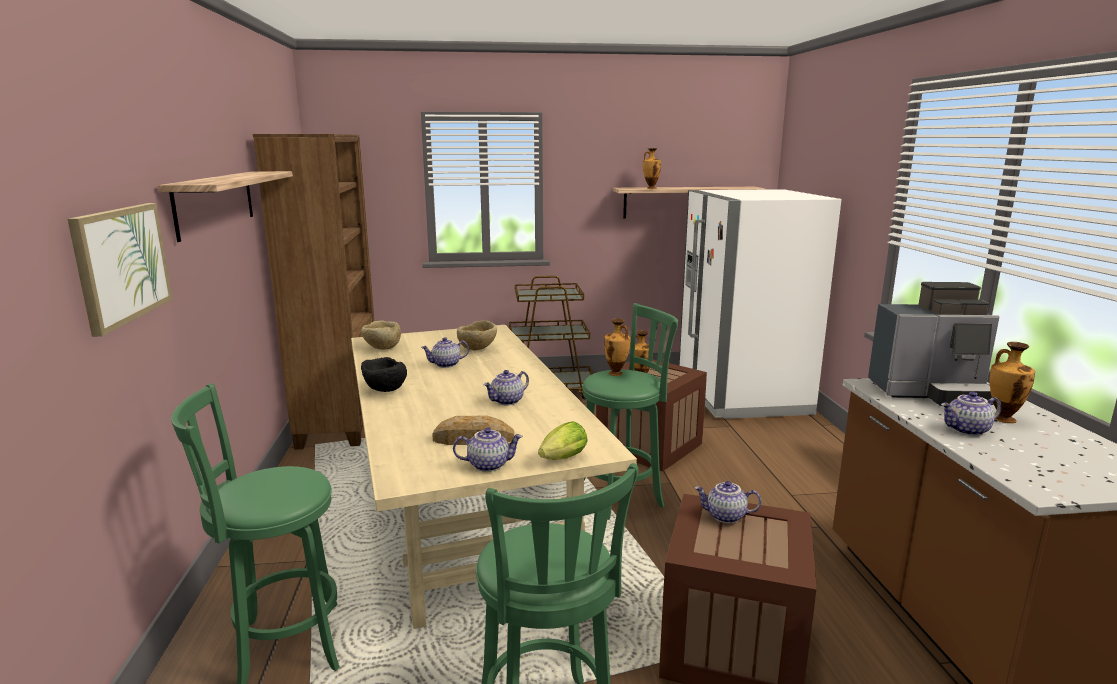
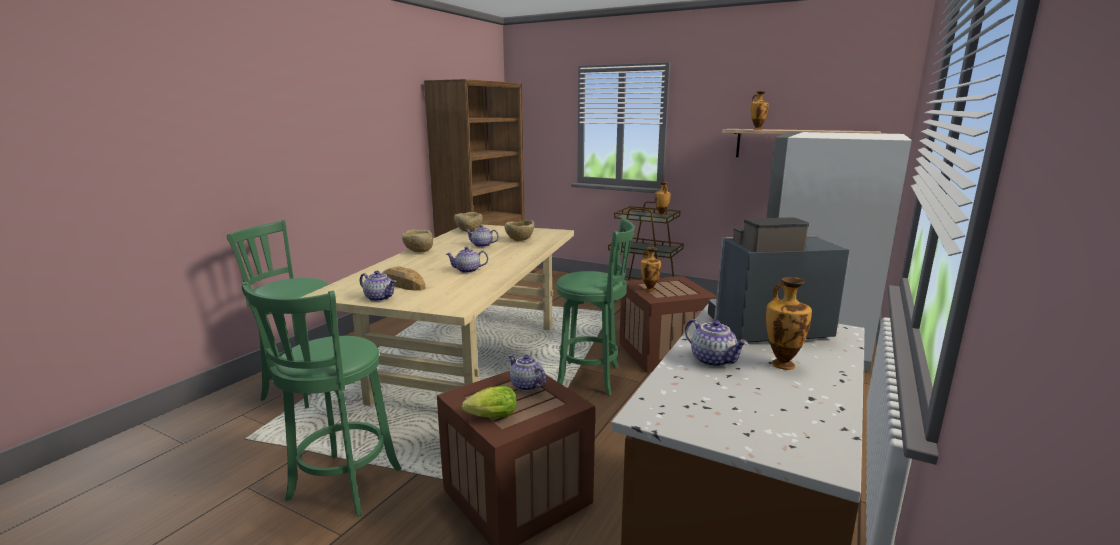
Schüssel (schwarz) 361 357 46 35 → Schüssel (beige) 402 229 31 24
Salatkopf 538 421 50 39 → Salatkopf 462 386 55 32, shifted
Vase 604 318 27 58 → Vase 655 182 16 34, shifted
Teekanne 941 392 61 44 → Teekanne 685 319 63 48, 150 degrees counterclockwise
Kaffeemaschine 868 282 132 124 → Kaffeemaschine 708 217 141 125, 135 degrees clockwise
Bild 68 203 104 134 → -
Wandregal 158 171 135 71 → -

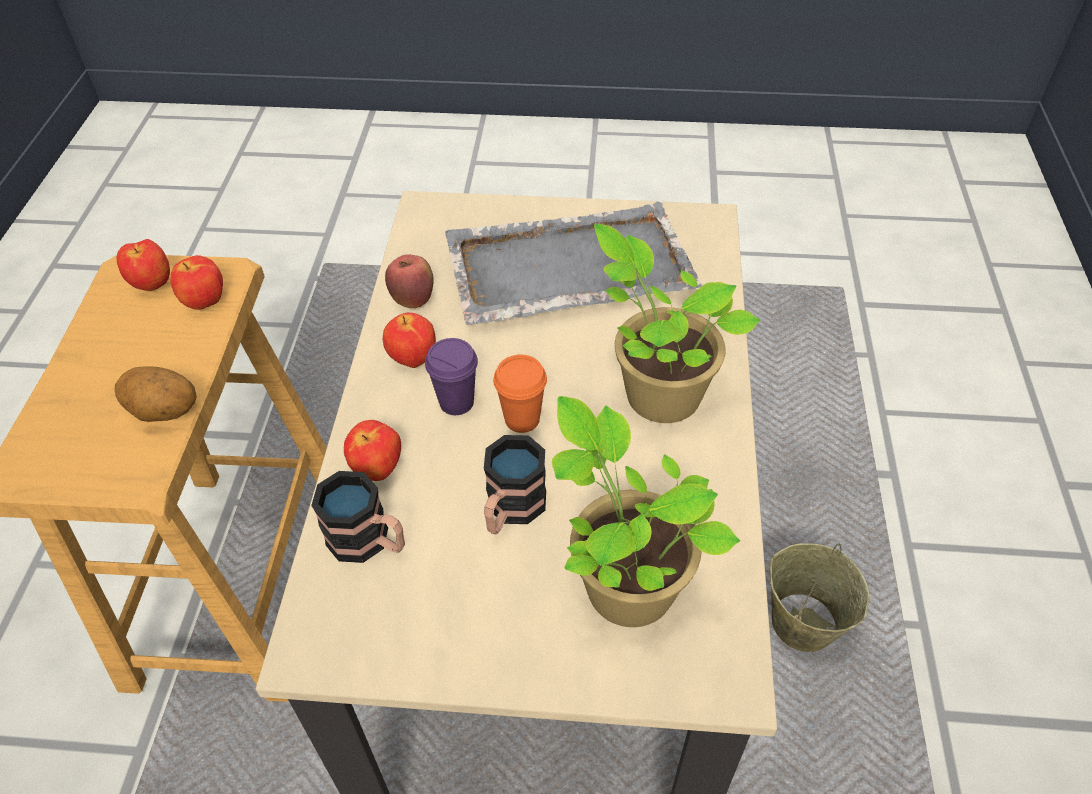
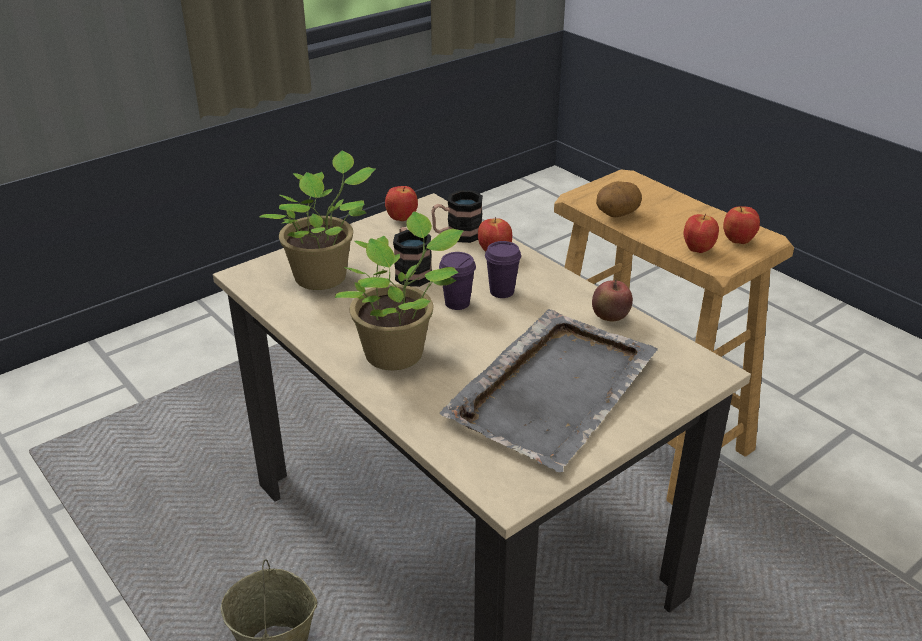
Apfel 383 312 53 56 → Apfel 385 186 33 35, shifted
Tasse (orange) 493 355 54 78 → Tasse (lila) 439 252 37 58

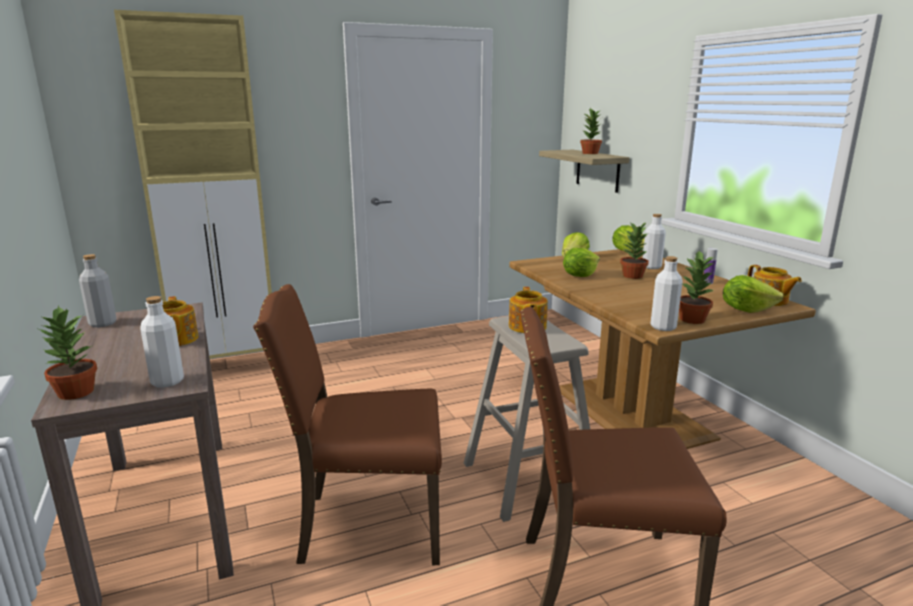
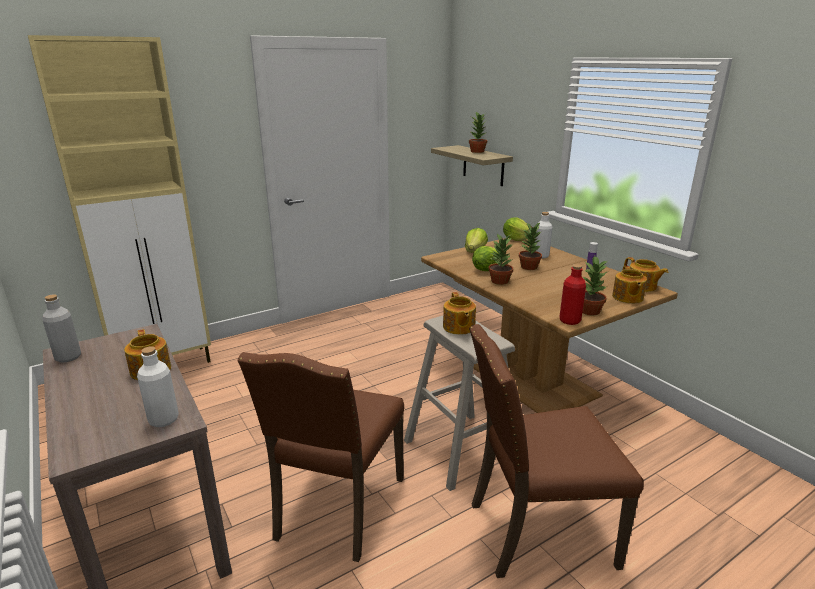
Stuhl (braun) 253 284 189 281 → Stuhl (braun) 238 352 166 210, 60 degrees counterclockwise
Topfpflanze 39 305 58 95 → Topfpflanze 489 234 24 51, shifted
Flasche (weiß) 650 256 33 75 → Flasche (rot) 560 264 26 61
Salatkopf 723 275 61 38 → Teekanne 612 266 35 37

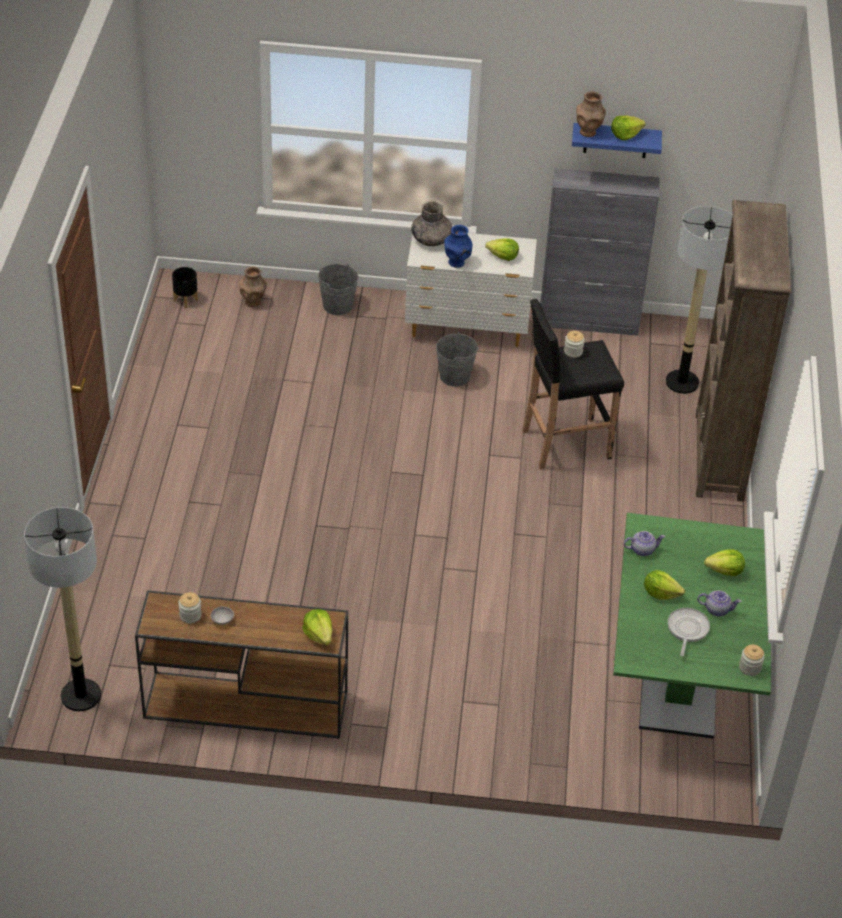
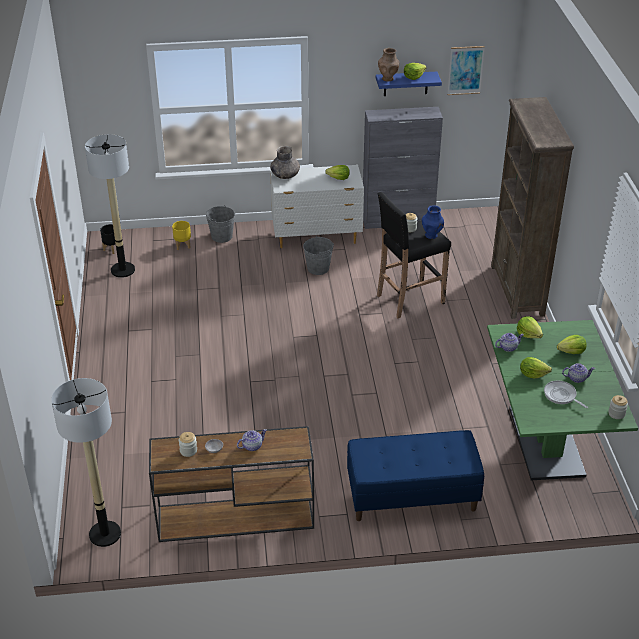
Stehlampe 666 206 67 188 → Stehlampe 85 134 50 144, shifted
- → Pflanzkübel (gelb) 172 221 19 29
- → Teekanne 237 429 30 22
- → Bank (blau) 347 430 137 91
Vase (blau) 444 225 29 43 → Vase (blau) 422 205 22 34, shifted
- → Bild 447 46 38 49
Salatkopf 302 609 31 36 → Salatkopf 517 316 26 22, shifted
Pfanne 667 608 43 48 → Pfanne 544 380 44 29, 45 degrees counterclockwise
Vase (braun) 239 266 28 41 → -

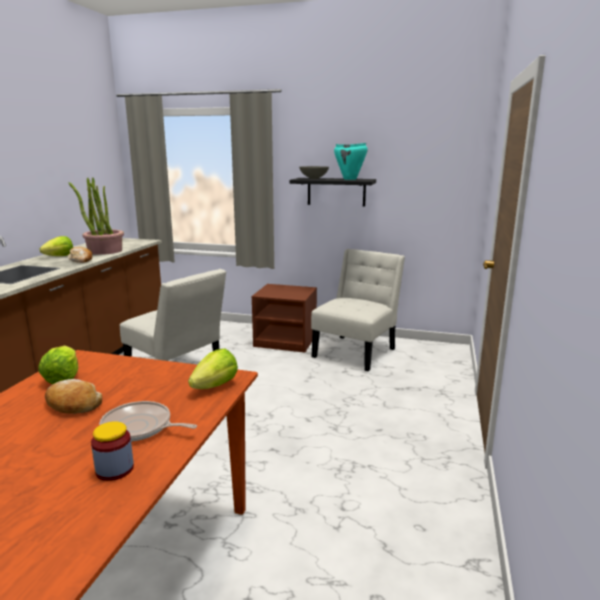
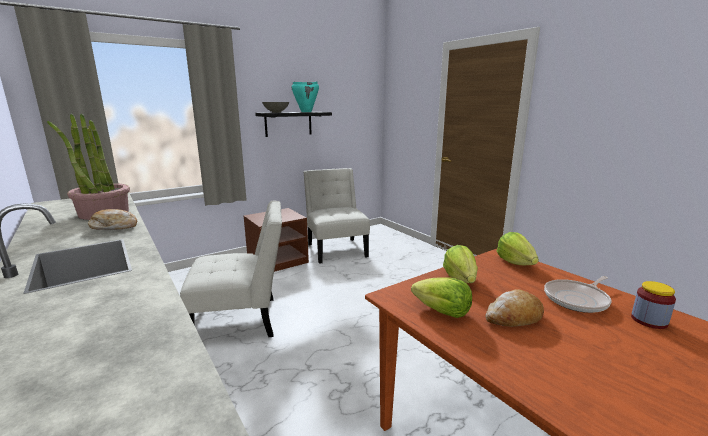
Salatkopf 40 236 33 20 → Salatkopf 443 245 35 38, shifted

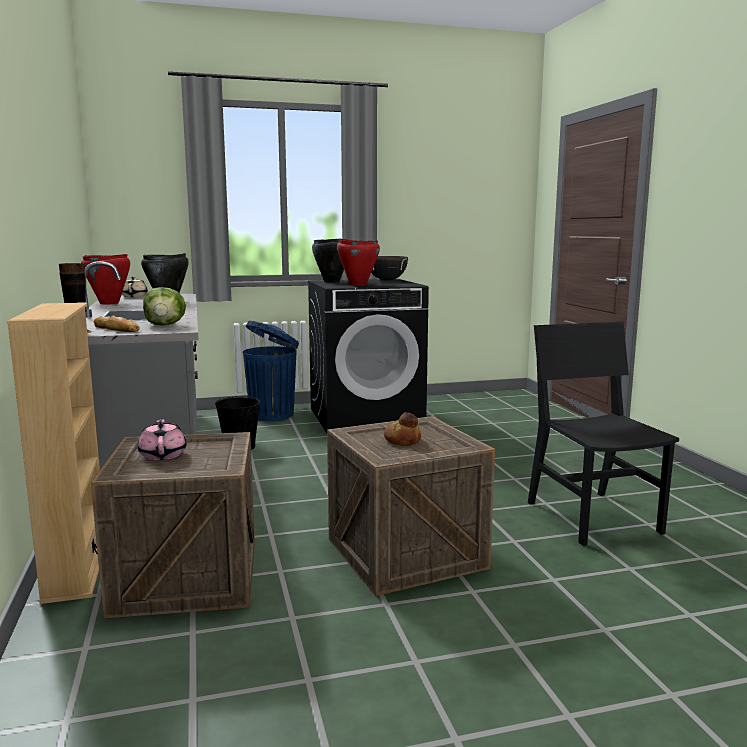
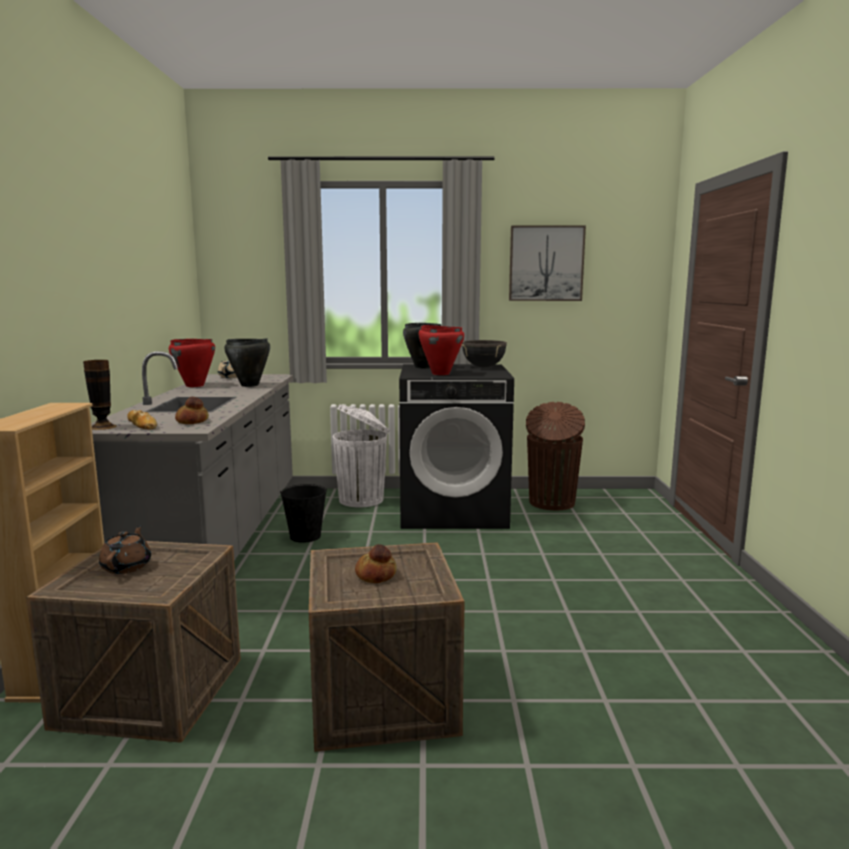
Teekanne (rosa) 138 417 48 43 → Teekanne (braun) 99 525 52 49
Salatkopf 143 287 43 39 → Brot 175 397 34 27
Mülleimer (blau) 243 321 56 100 → Mülleimer (weiß) 333 404 57 103
- → Bild 509 225 77 76
- → Mülleimer (braun) 526 402 59 108
Stuhl (schwarz) 528 322 151 224 → -

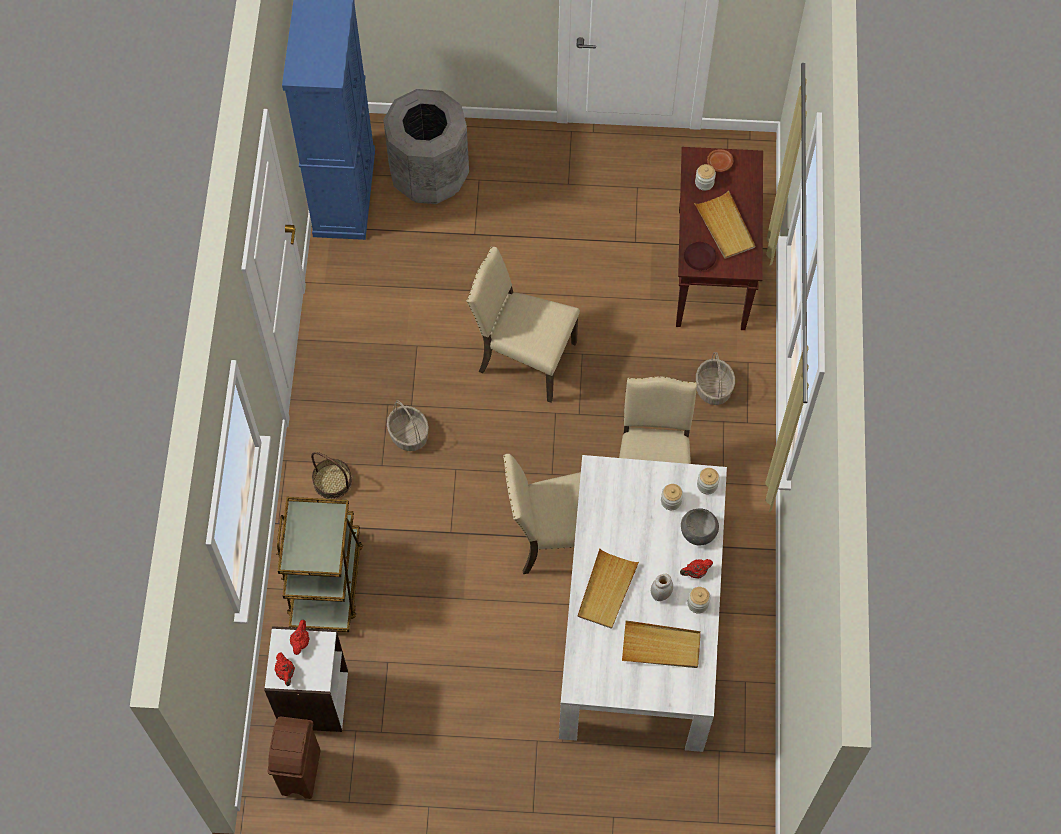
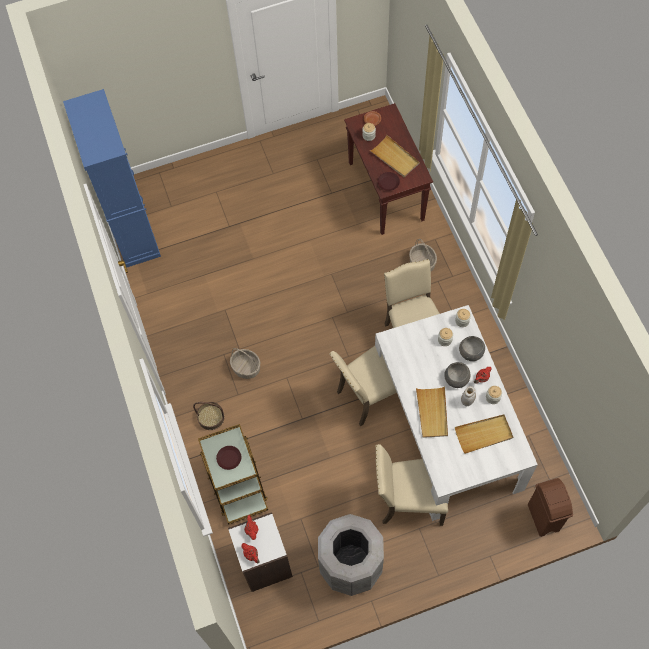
- → Teller (braun) 216 446 25 24
Mülleimer (grau) 383 89 86 115 → Mülleimer (grau) 318 514 66 82, shifted
Stuhl (beige) 467 247 113 156 → Stuhl (beige) 376 444 72 82, shifted
- → Schüssel (grau) 444 362 26 26
Mülleimer (braun) 268 716 52 83 → Mülleimer (braun) 528 478 45 59, shifted

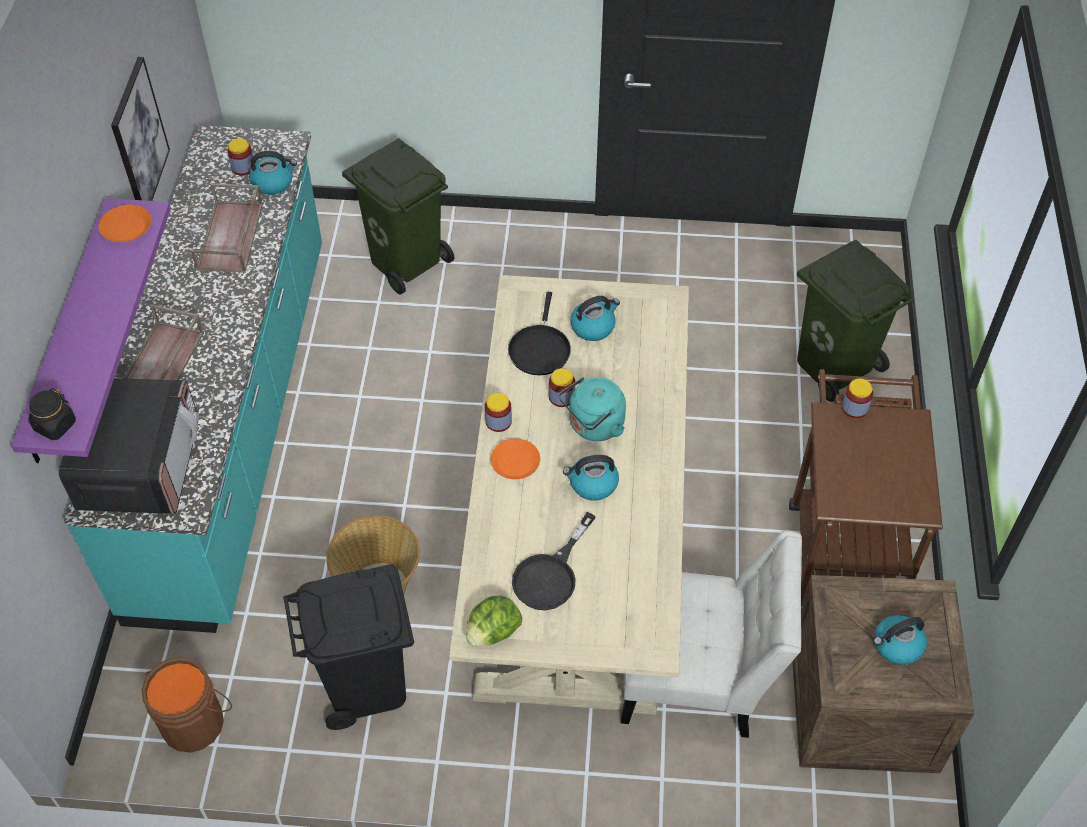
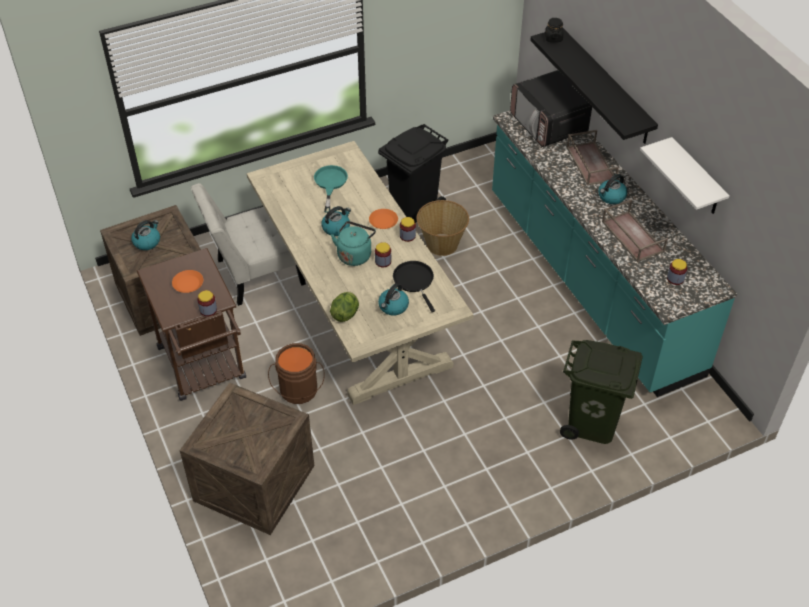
Teller (orange) 99 205 52 37 → Teller (orange) 172 270 31 23, shifted
Mülleimer (grün) 797 240 117 162 → Kiste 180 383 134 152
Eimer (braun) 142 657 90 96 → Eimer (braun) 268 343 57 61, shifted
Pfanne (schwarz) 512 512 84 98 → Pfanne (türkis) 314 165 34 48
Salatkopf 466 596 56 51 → Salatkopf 330 292 29 30, shifted
Wandregal (lila) 11 198 160 265 → Wandregal (schwarz) 530 28 128 116
Wasserkessel 249 151 48 44 → Wasserkessel 598 174 29 30, shifted
Bild 111 57 59 144 → Wandregal (weiß) 640 137 90 77

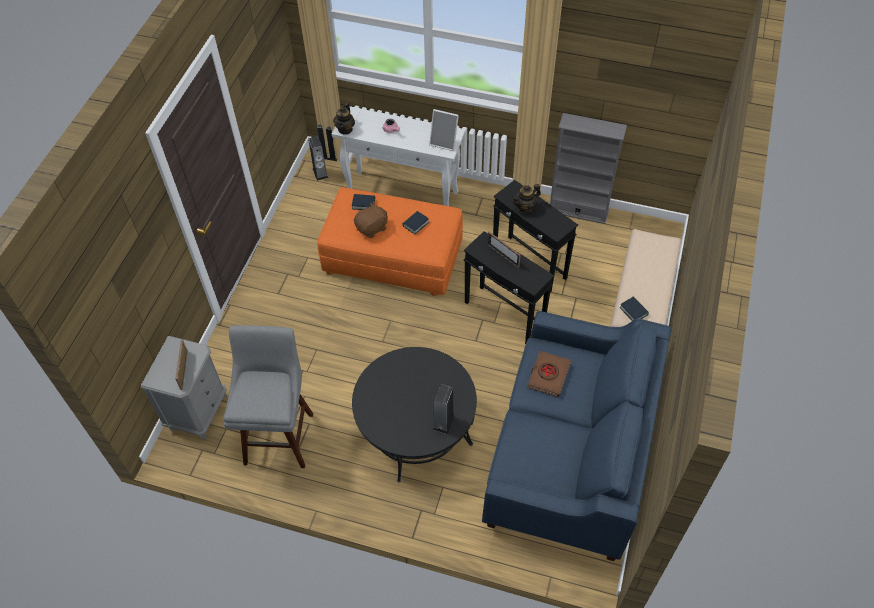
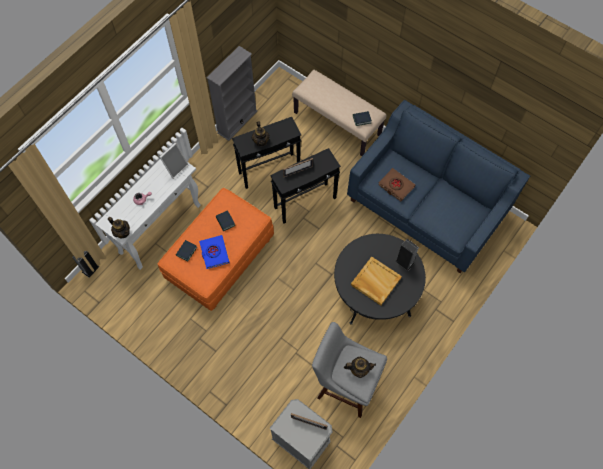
Plüschtier (braun) 354 202 34 36 → Buch (blau) 199 235 31 34
- → Teekanne 344 356 32 22
- → Tablett (beige) 351 257 51 49
Lautsprecher 308 136 20 45 → -

